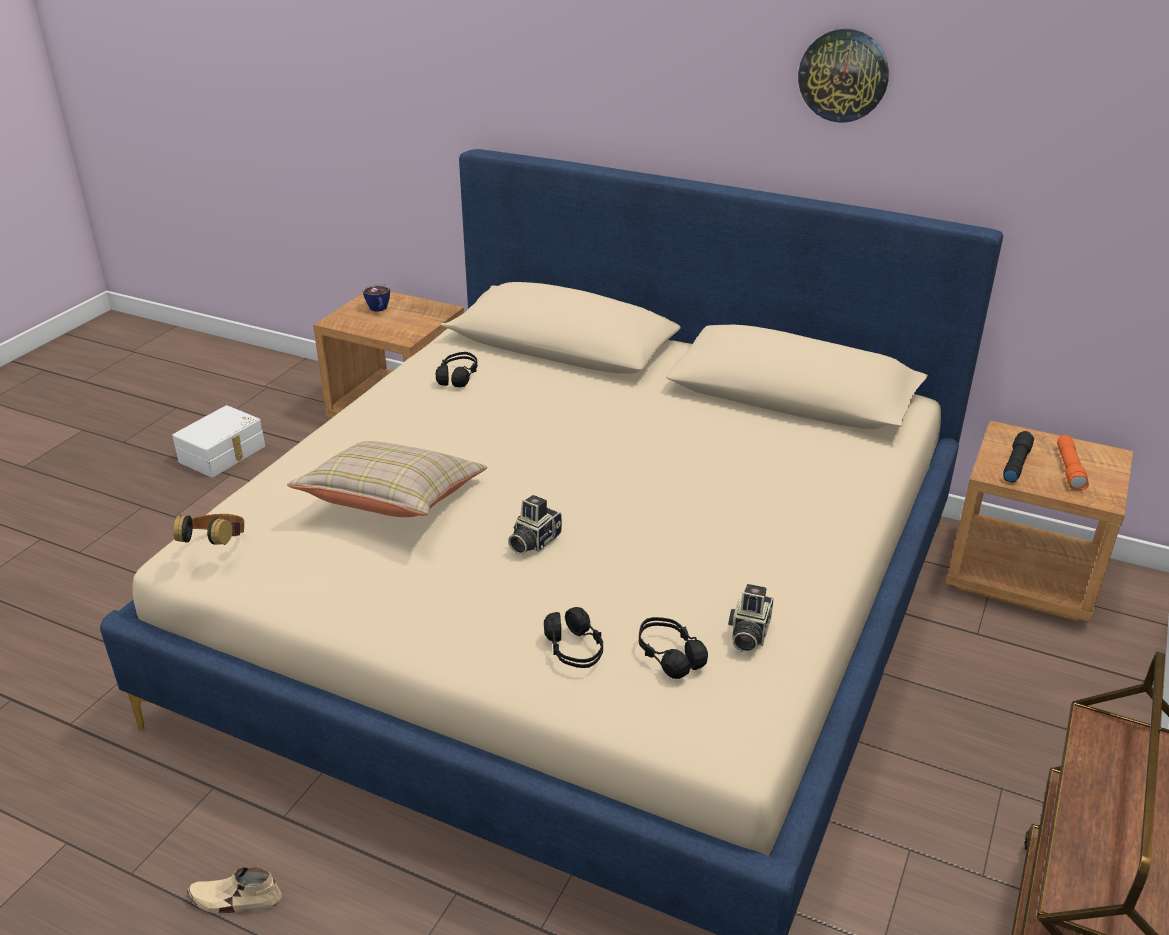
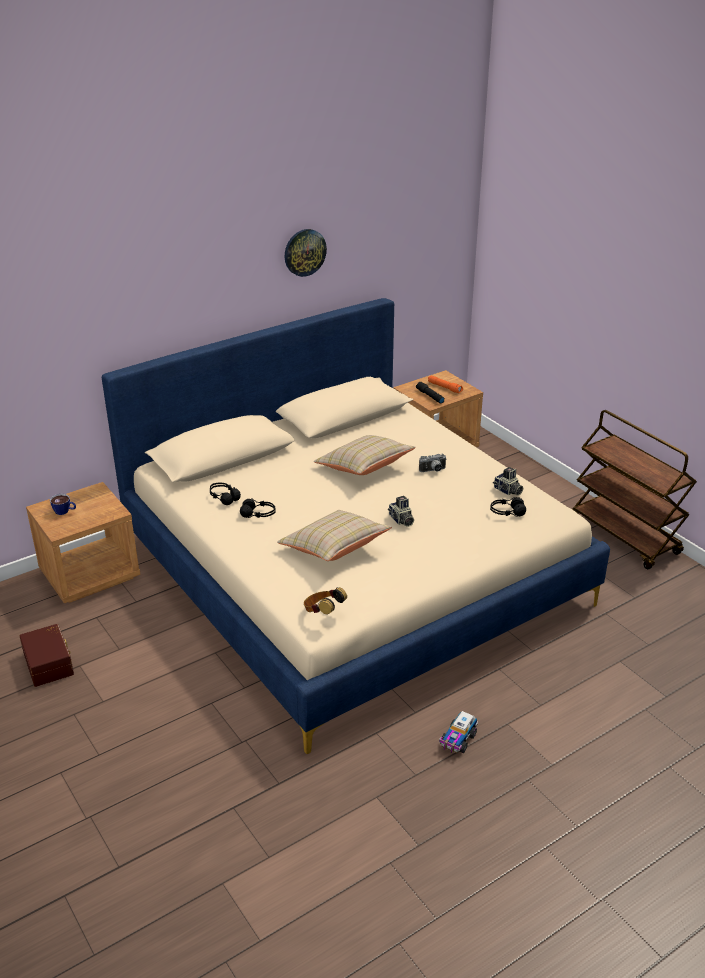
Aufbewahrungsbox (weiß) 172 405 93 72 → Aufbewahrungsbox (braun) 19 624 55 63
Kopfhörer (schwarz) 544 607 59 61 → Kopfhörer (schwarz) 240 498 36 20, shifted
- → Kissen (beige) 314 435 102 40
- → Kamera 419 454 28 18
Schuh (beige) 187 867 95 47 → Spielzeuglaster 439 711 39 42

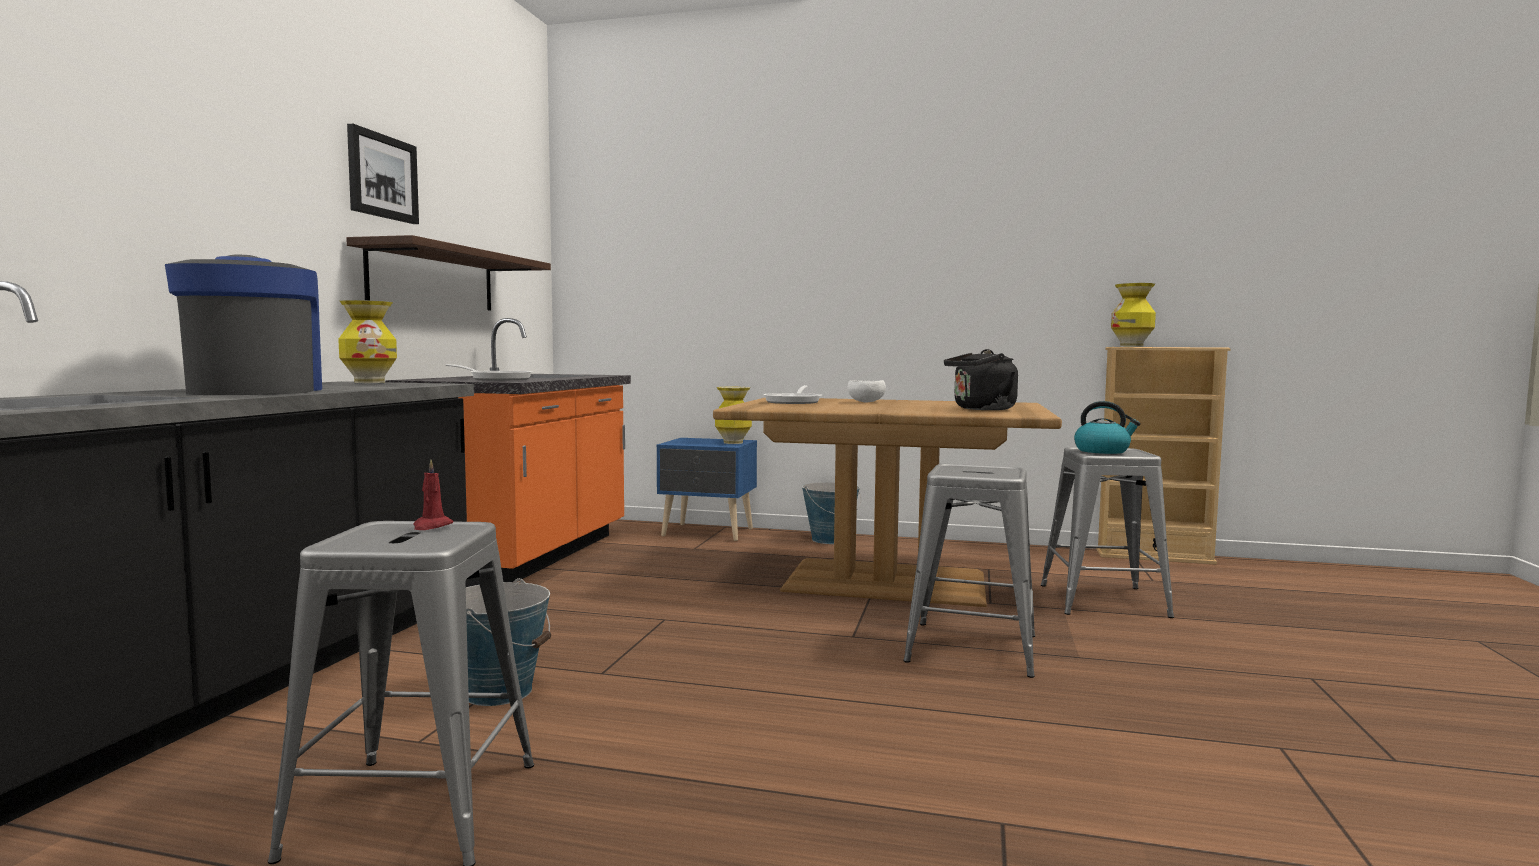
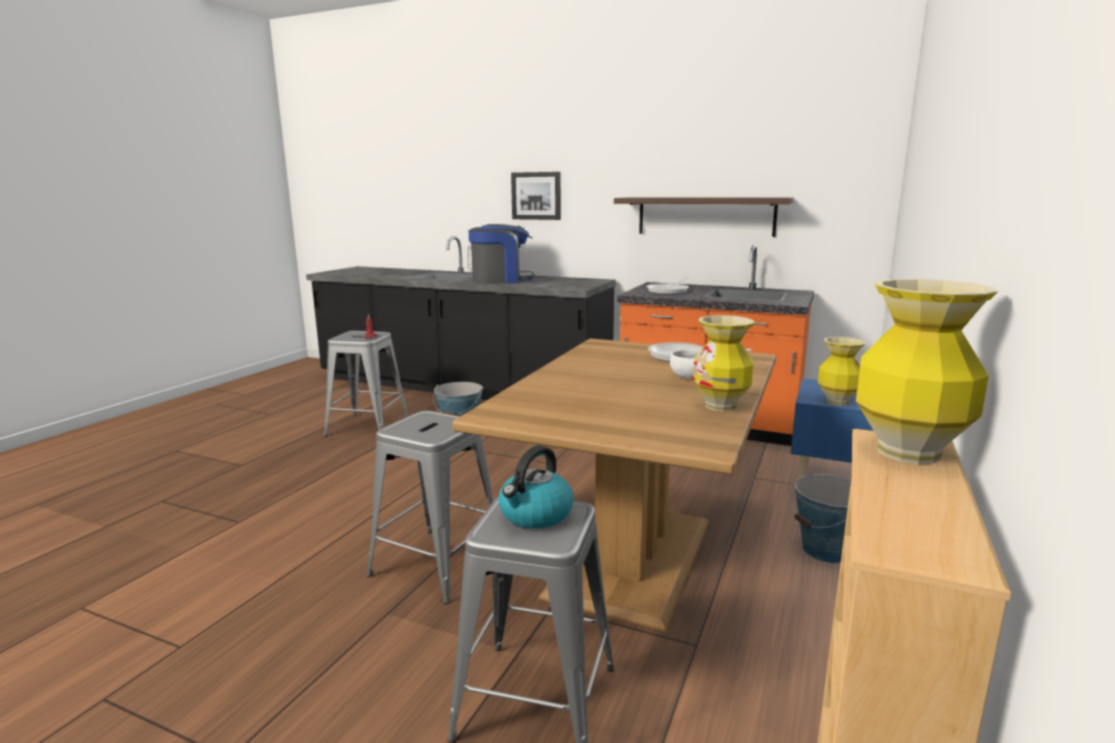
Bild 347 124 72 100 → Bild 511 172 50 48, shifted
Vase 338 300 59 83 → Vase 693 315 61 97, shifted
Wasserkessel (schwarz) 944 349 74 61 → -

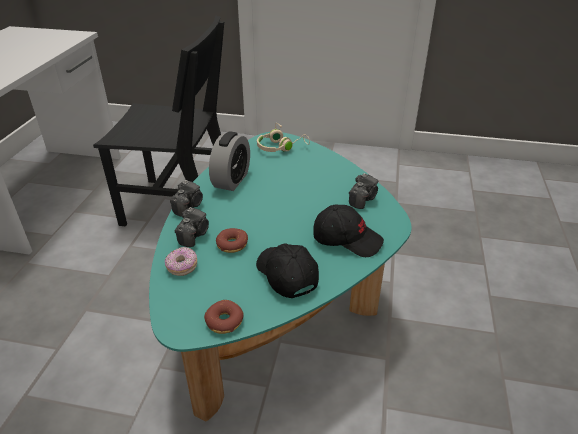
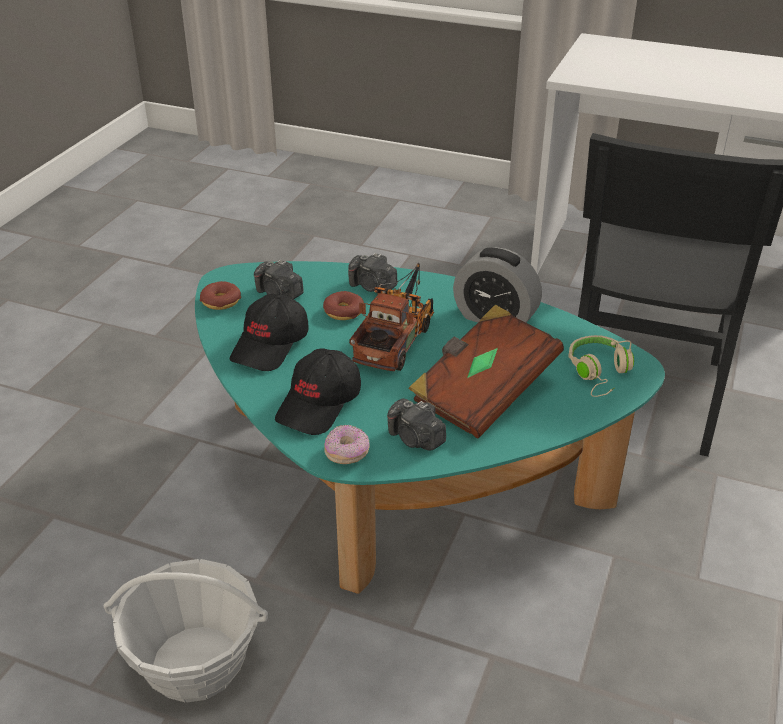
- → Korb 103 559 165 143
Kappe (schwarz) 256 244 63 54 → Kappe (schwarz) 230 294 79 77, 135 degrees clockwise
Kamera 170 180 33 37 → Kamera 254 260 50 39, shifted
Donut 165 247 32 29 → Donut 324 425 46 39, shifted
- → Spielzeuglaster 349 262 85 109
- → Buch (braun) 408 305 156 134

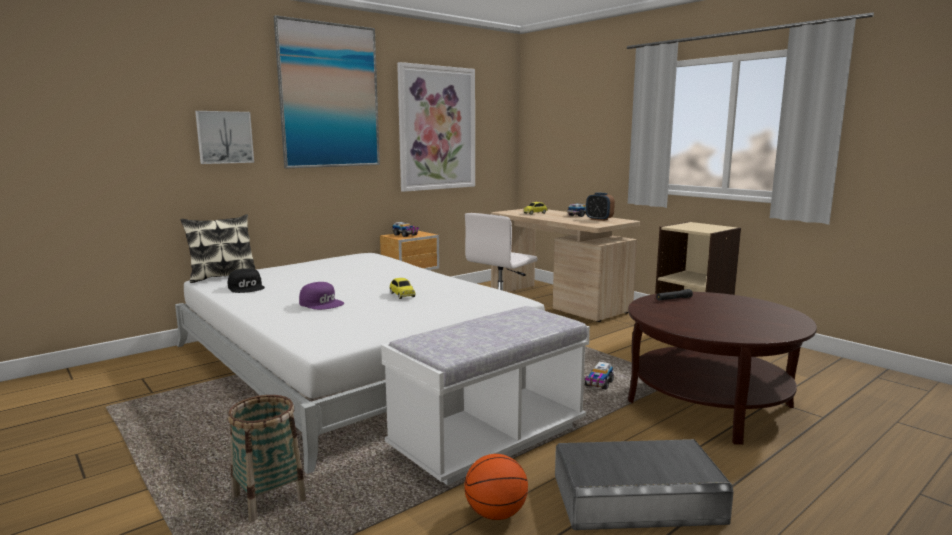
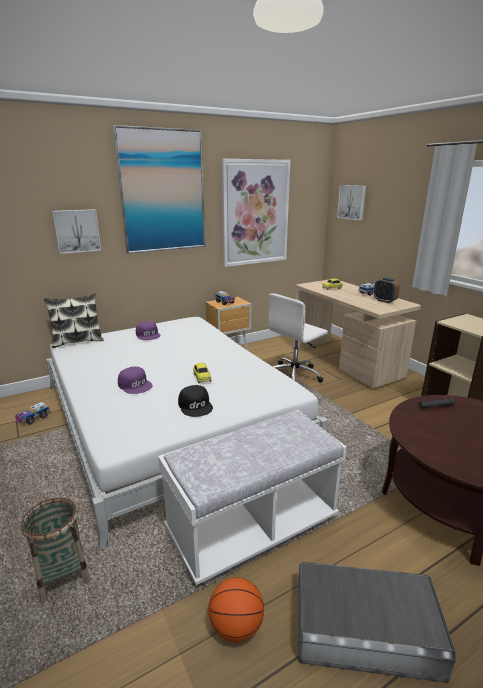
Spielzeuglaster 584 362 30 28 → Spielzeuglaster 15 402 36 23, shifted
- → Kappe (lila) 136 321 25 19
Kappe (schwarz) 228 268 37 25 → Kappe (schwarz) 178 385 35 32, shifted
- → Bild 337 185 29 36

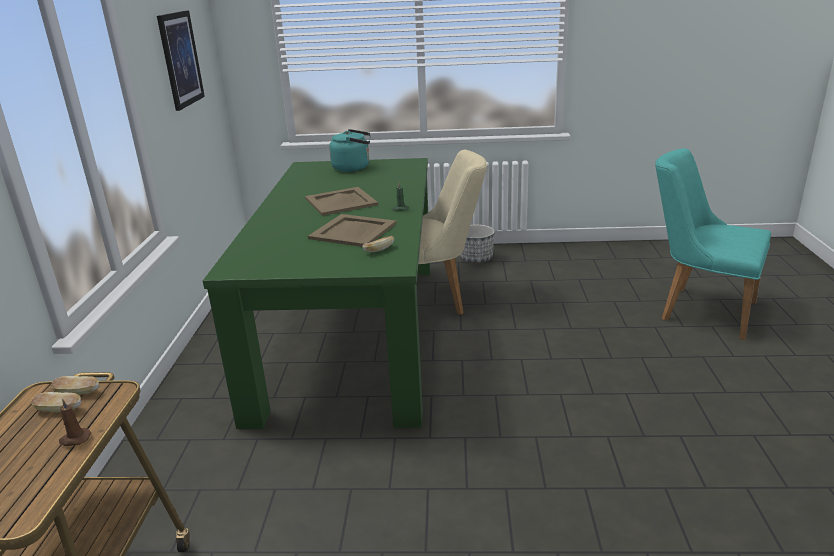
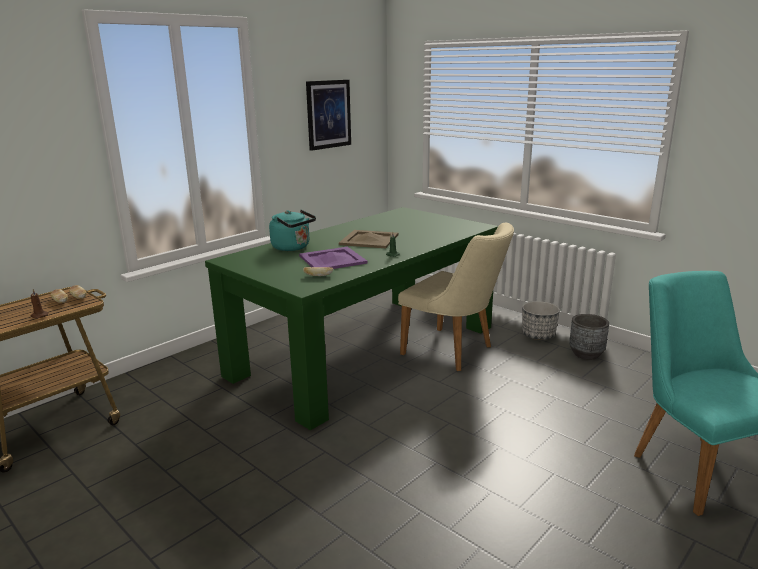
Wasserkessel (türkis) 329 129 42 43 → Wasserkessel (türkis) 269 210 47 41, shifted
Tablett (beige) 308 214 88 33 → Tablett (lila) 299 247 69 22
- → Pflanzkübel (grau) 569 314 40 46

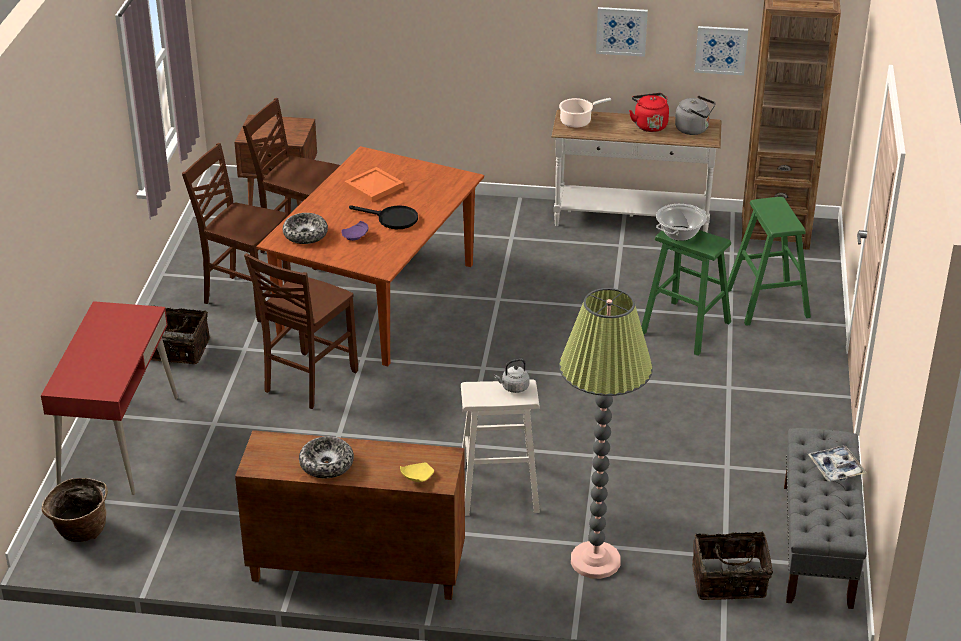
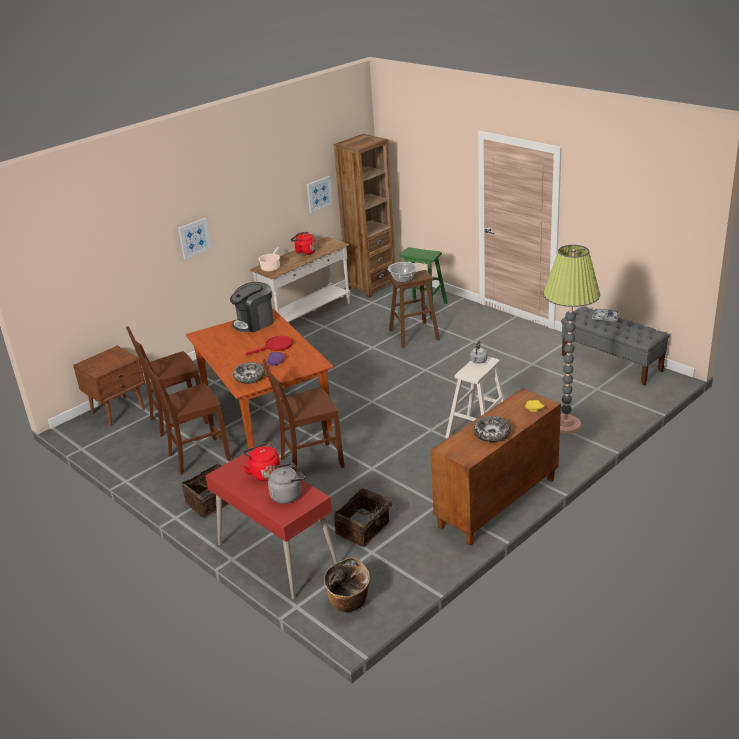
Bild 596 7 52 50 → Bild 178 218 34 41, shifted
- → Kaffeemaschine 230 282 44 50
- → Wasserkessel (rot) 243 442 37 39
Pfanne (schwarz) 349 205 69 24 → Pfanne (rot) 245 336 48 19
Stuhl (braun) 244 253 114 156 → Stuhl (braun) 263 359 81 114, 90 degrees clockwise
Wasserkessel (grau) 675 96 41 39 → Wasserkessel (grau) 268 463 37 41, shifted
Korb 692 531 81 69 → Korb 334 488 58 59, shifted
Hocker (grün) 641 230 90 126 → Hocker (braun) 389 270 51 78
Tablett (orange) 345 167 59 35 → -

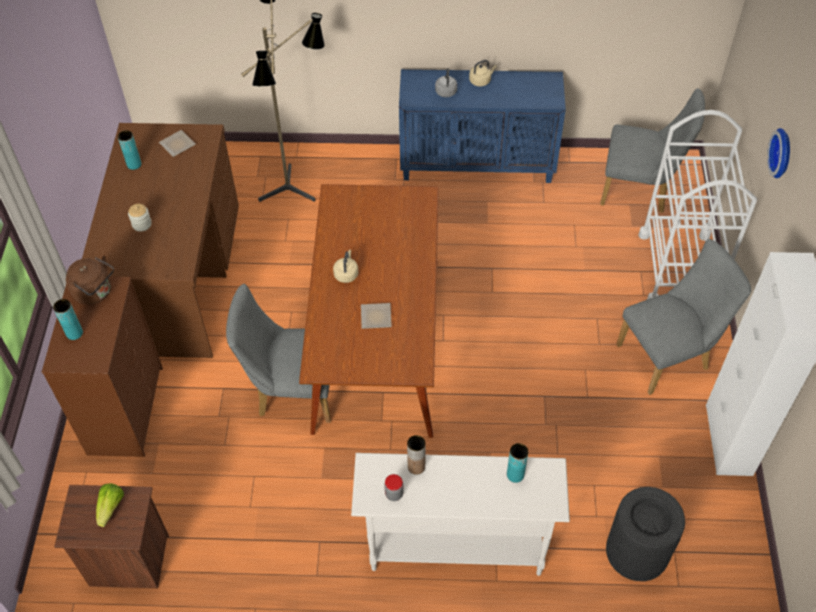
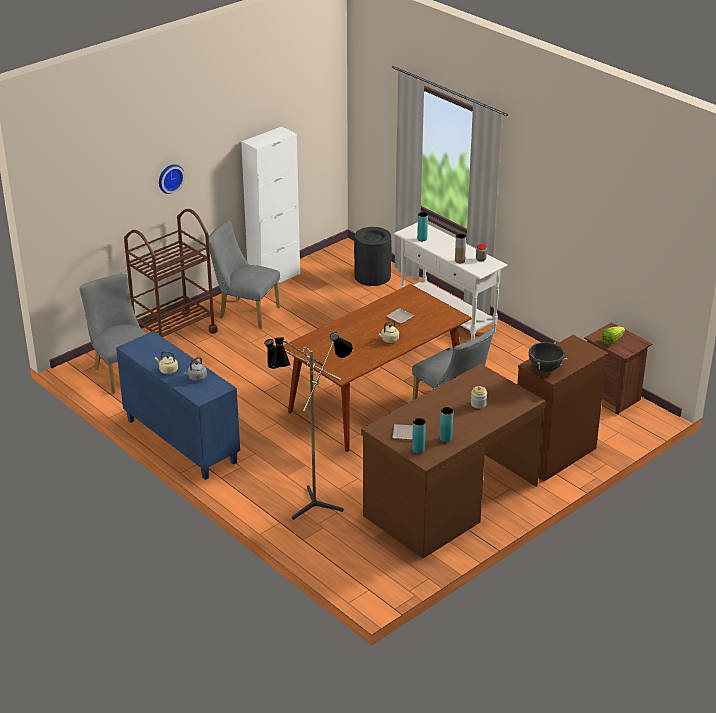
Rollwagen (weiß) 638 110 119 189 → Rollwagen (braun) 124 209 94 128
Vase (türkis) 53 299 30 41 → Vase (türkis) 412 418 14 36, shifted
Wasserkessel (braun) 66 256 48 49 → Kochtopf (schwarz) 526 342 41 30

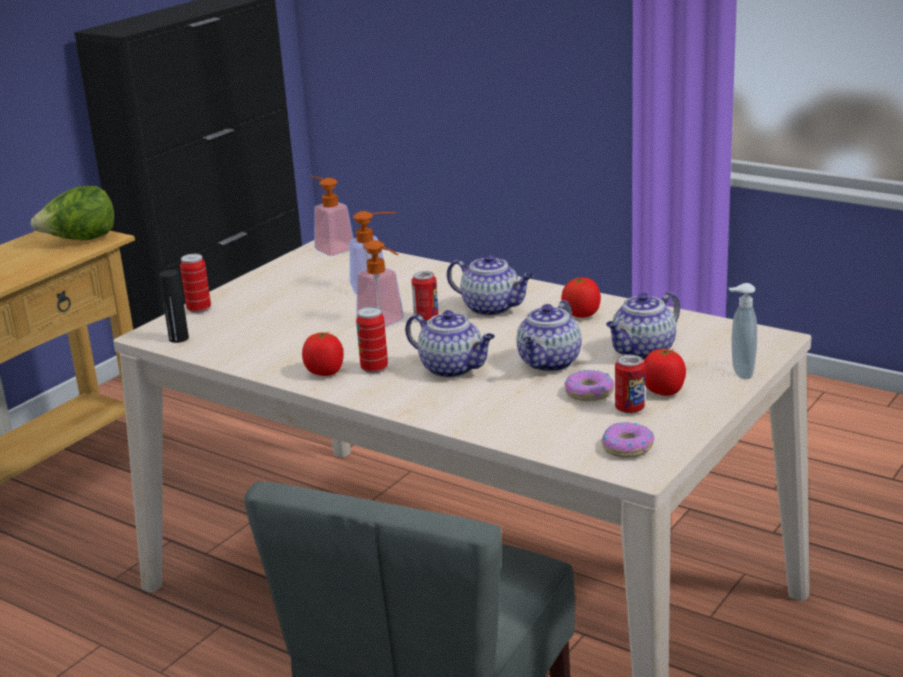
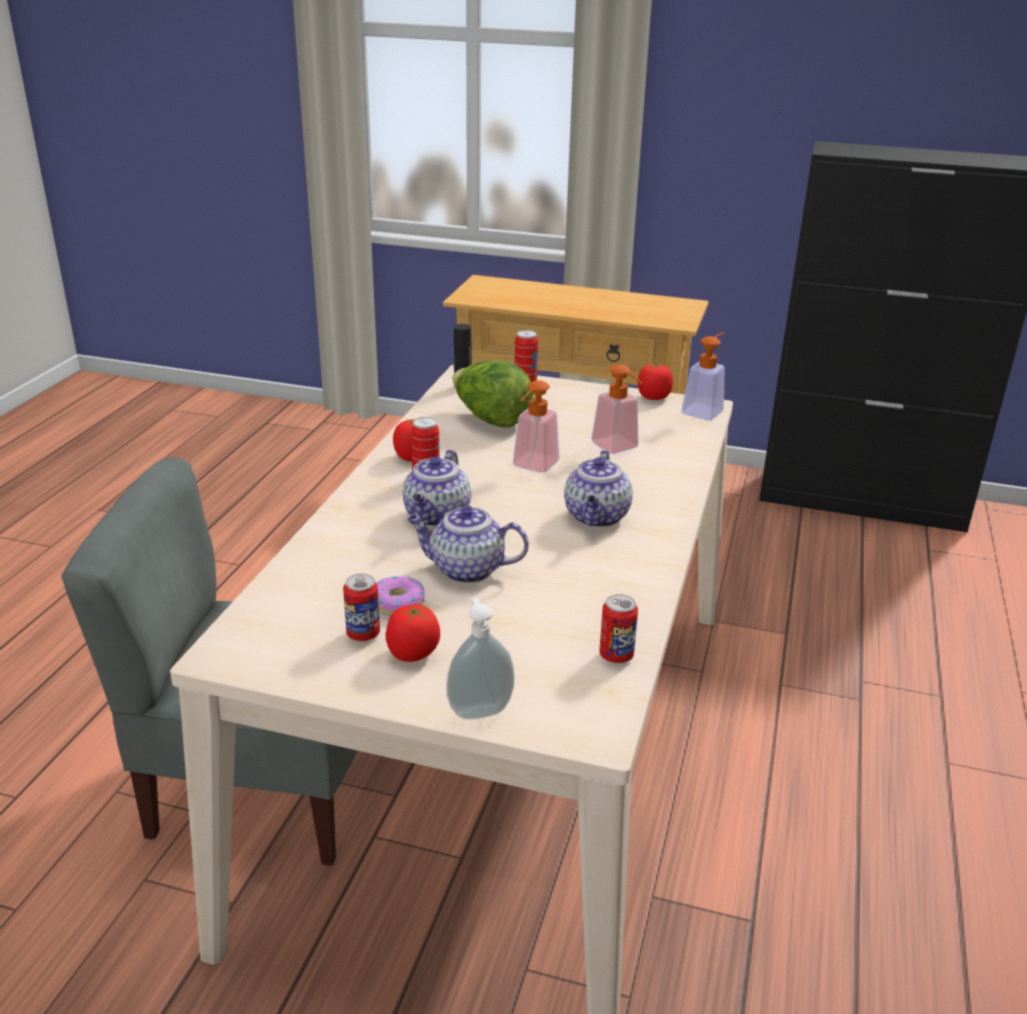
Salatkopf 31 186 83 54 → Salatkopf 452 361 82 67, shifted
Dose 411 271 28 50 → Dose 599 594 39 69, shifted
Tomate 561 277 40 41 → Tomate 638 363 35 37, shifted
Donut 602 422 52 36 → -
Teekanne 606 292 74 68 → -

